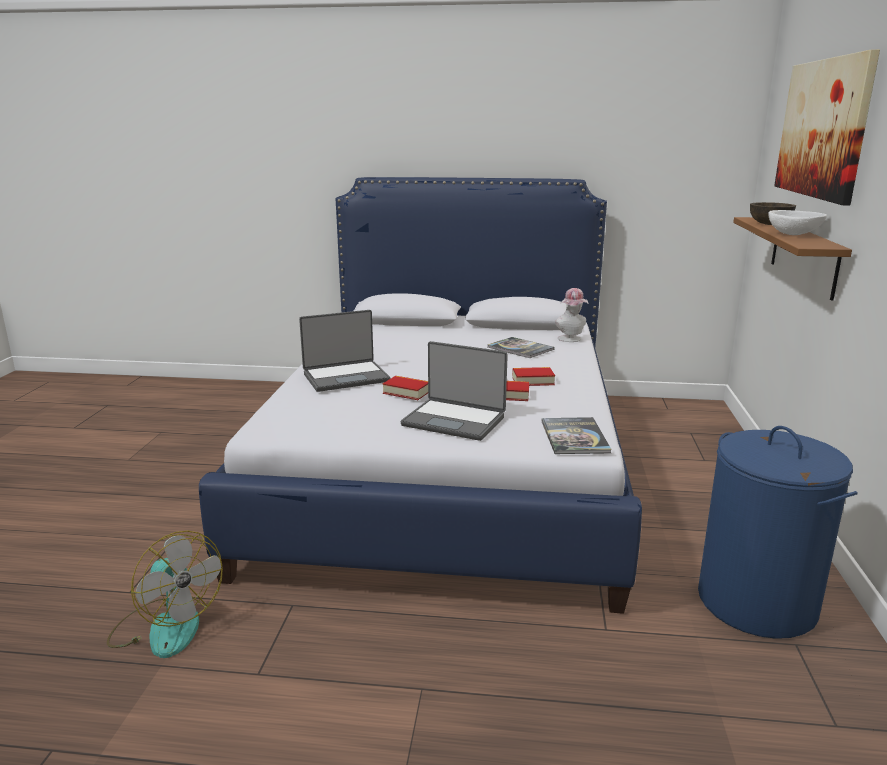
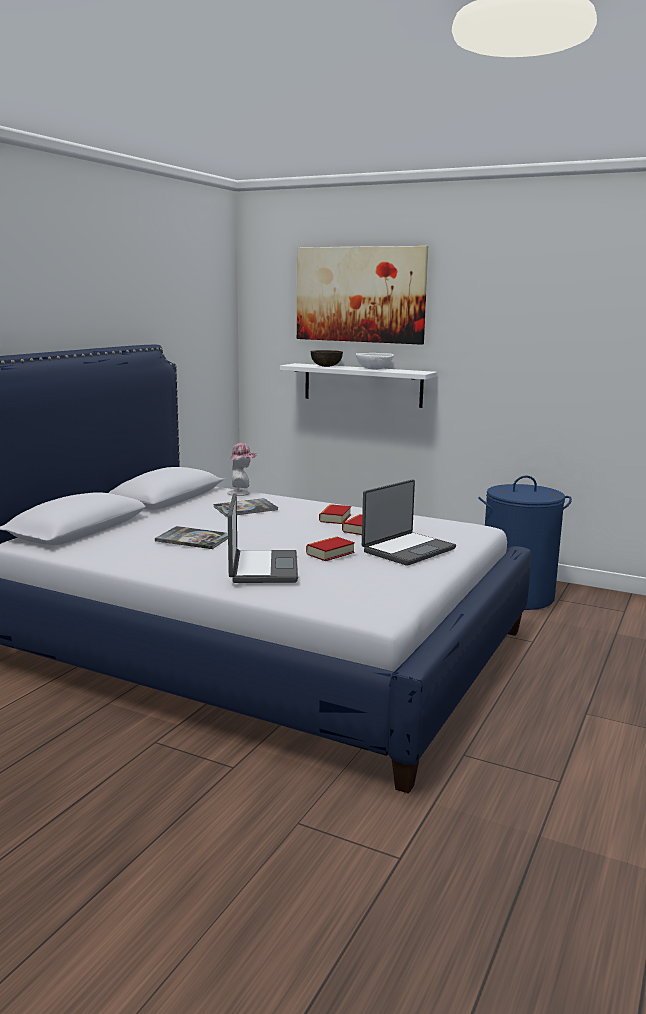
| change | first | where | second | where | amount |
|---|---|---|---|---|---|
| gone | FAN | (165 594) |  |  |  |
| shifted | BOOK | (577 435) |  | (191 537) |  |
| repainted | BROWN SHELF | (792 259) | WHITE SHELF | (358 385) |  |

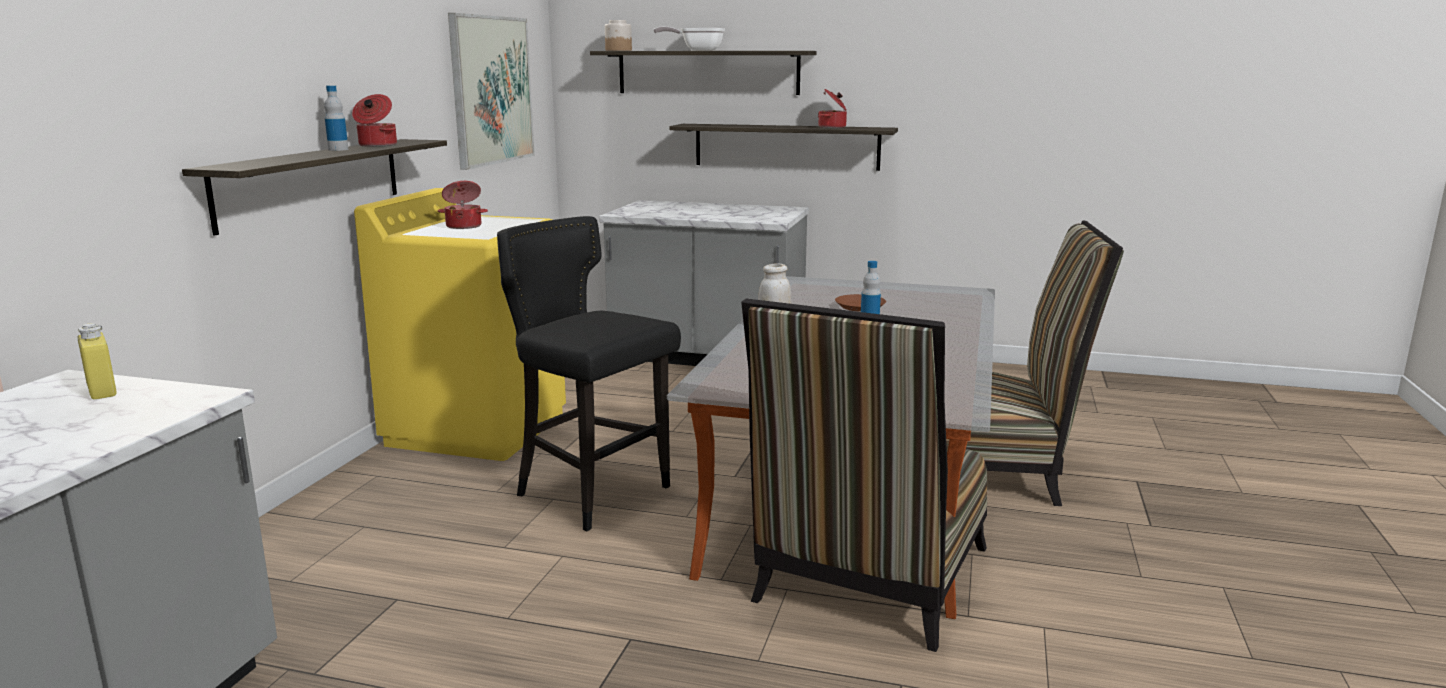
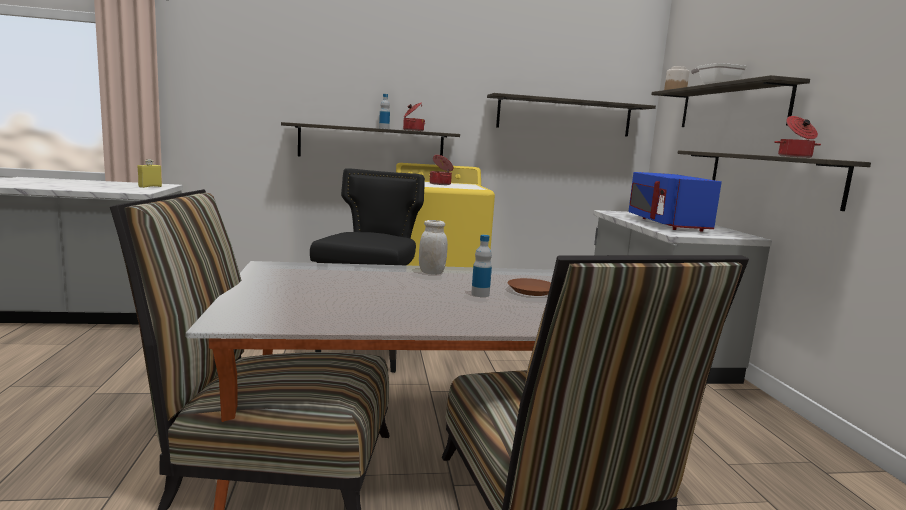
| change | first | where | second | where | amount |
|---|---|---|---|---|---|
| new |  |  | BLUE MICROWAVE | (675 202) |  |
| swapped | PICTURE | (491 91) | SHELF | (571 115) |  |

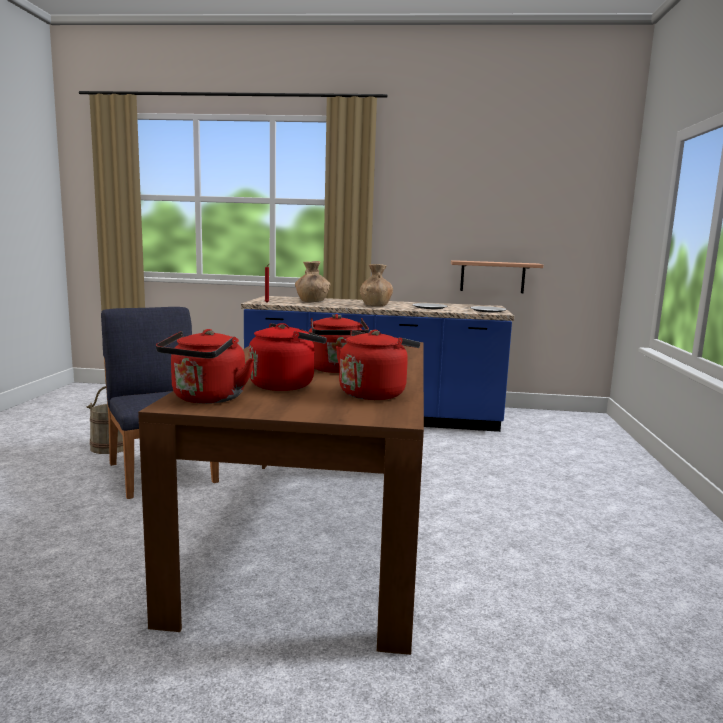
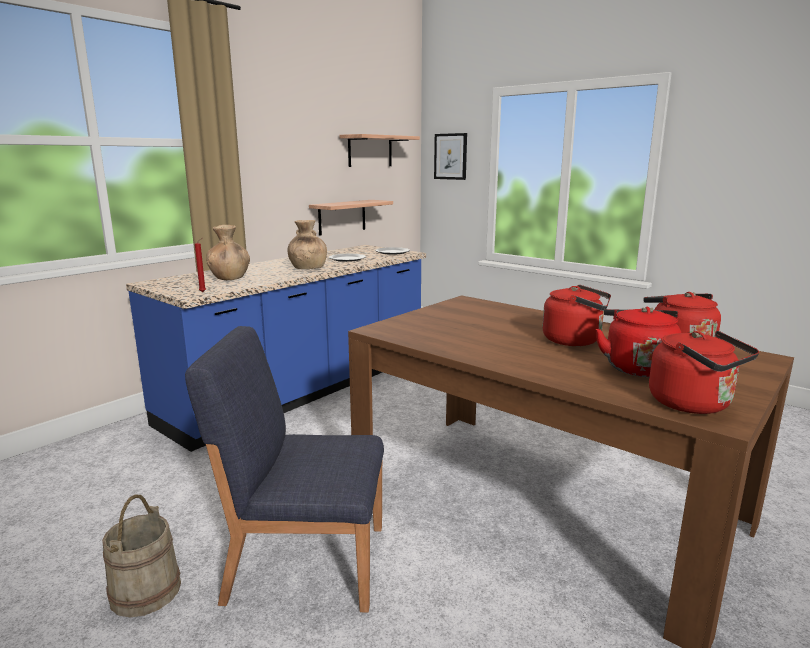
| change | first | where | second | where | amount |
|---|---|---|---|---|---|
| new |  |  | SHELF | (379 150) |  |
| new |  |  | PICTURE | (450 156) |  |

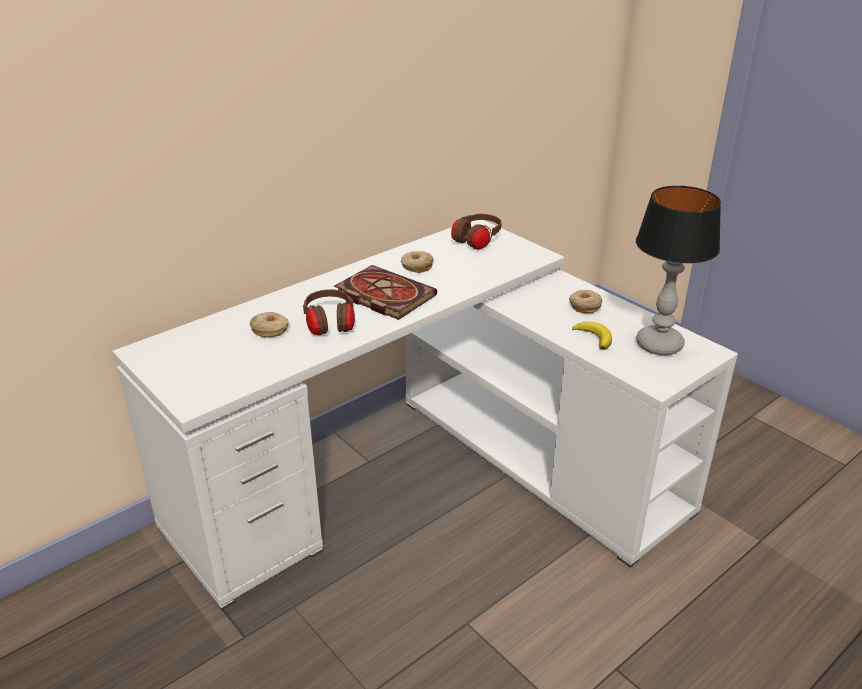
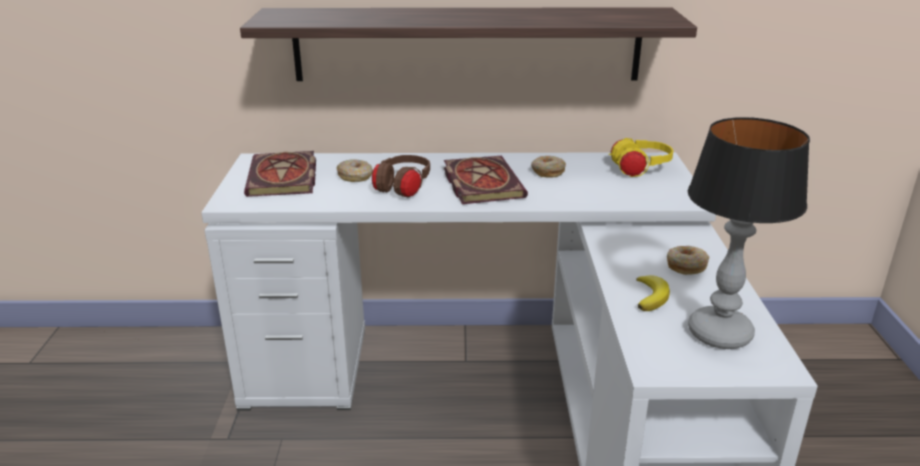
| change | first | where | second | where | amount |
|---|---|---|---|---|---|
| new |  |  | SHELF | (468 44) |  |
| new |  |  | BOOK | (280 174) |  |
| repainted | BROWN HEADPHONES | (476 232) | YELLOW HEADPHONES | (641 157) |  |

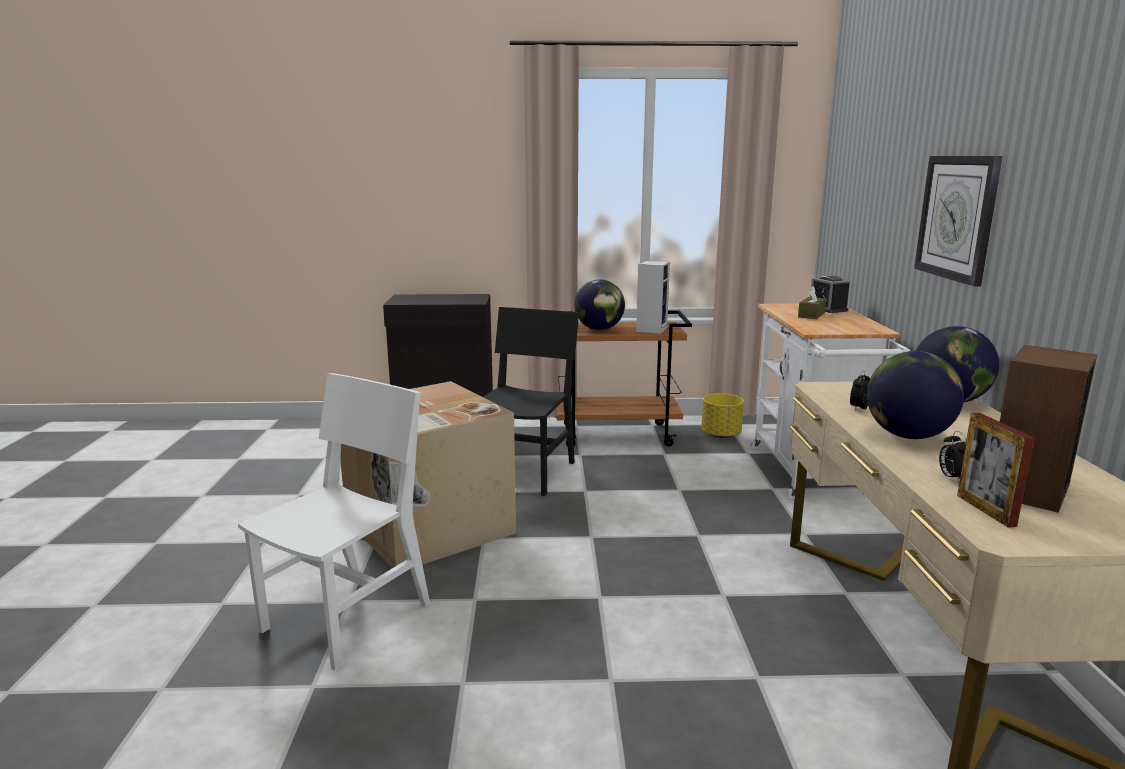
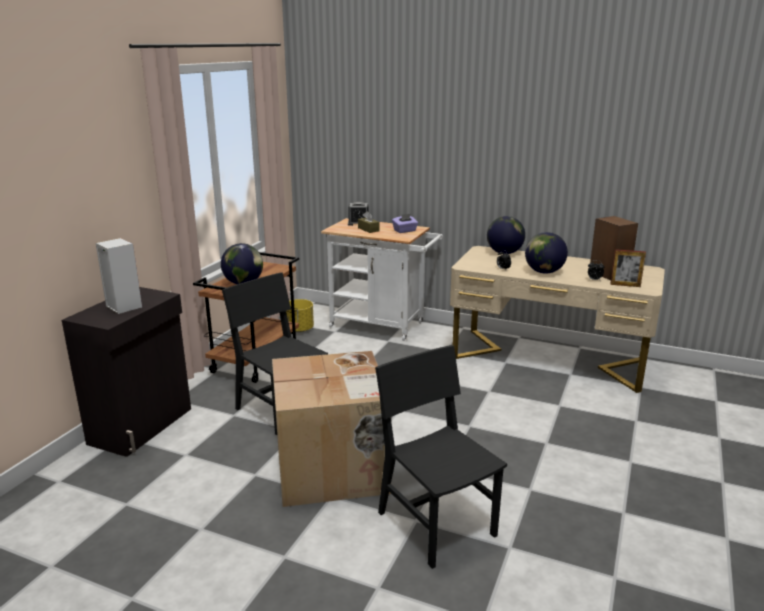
| change | first | where | second | where | amount |
|---|---|---|---|---|---|
| gone | WALL CLOCK | (958 221) |  |  |  |
| new |  |  | PURPLE TISSUE BOX | (405 223) |  |
| shifted | SPEAKER | (653 297) |  | (119 276) |  |
| repainted | WHITE CHAIR | (334 521) | BLACK CHAIR | (441 457) |  |

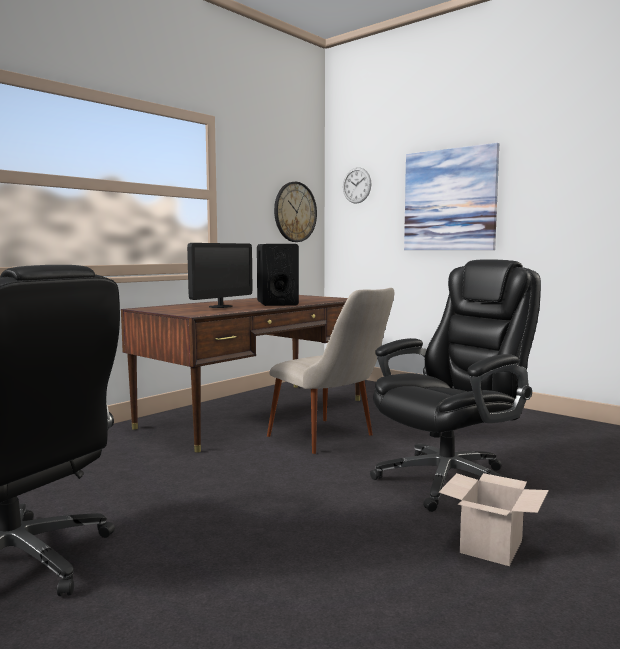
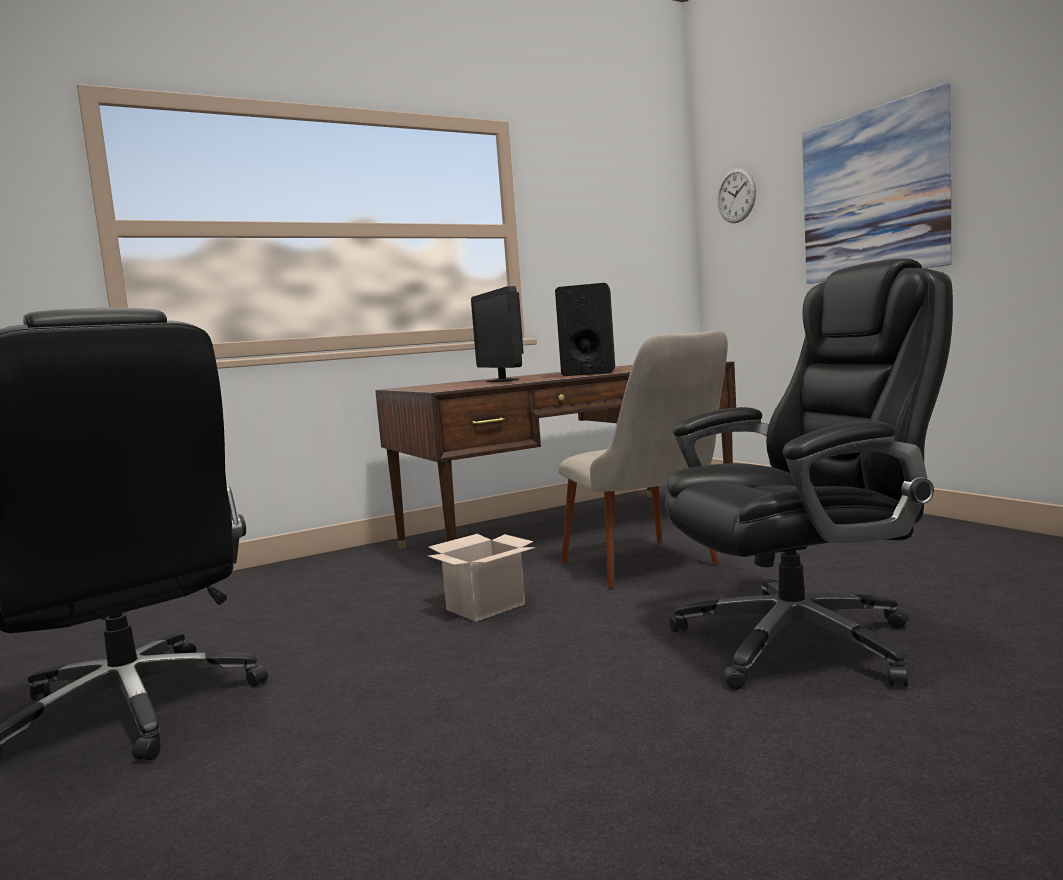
| change | first | where | second | where | amount |
|---|---|---|---|---|---|
| gone | WALL CLOCK | (295 212) |  |  |  |
| shifted | CARDBOARD BOX | (494 519) |  | (481 578) |  |
| rotated | MONITOR | (219 275) |  | (497 334) | 105 degrees clockwise |

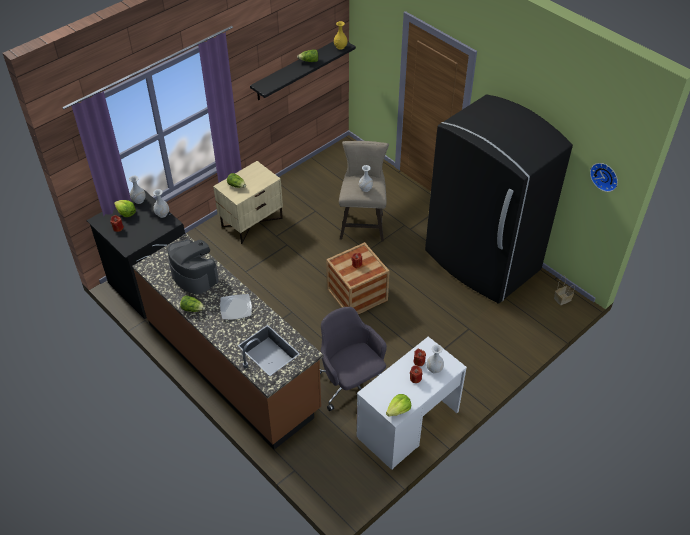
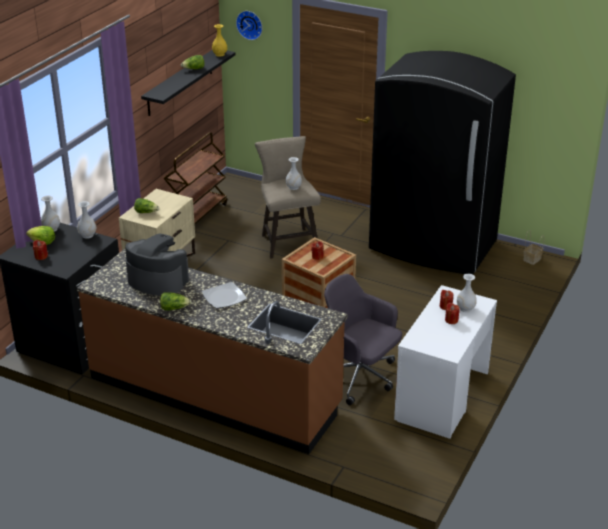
| change | first | where | second | where | amount |
|---|---|---|---|---|---|
| gone | LETTUCE | (398 405) |  |  |  |
| new |  |  | BROWN CART | (195 178) |  |
| shifted | WALL CLOCK | (604 177) |  | (249 25) |  |

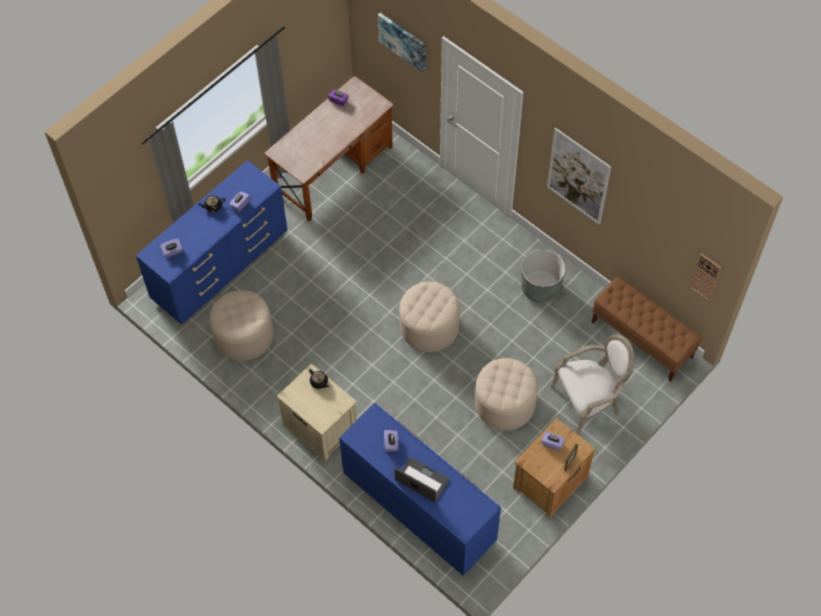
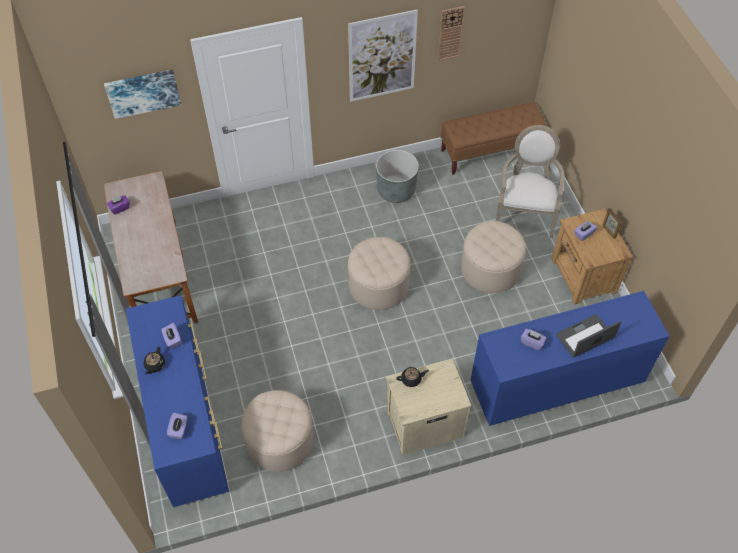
| change | first | where | second | where | amount |
|---|---|---|---|---|---|
| shifted | WALL CLOCK | (705 277) |  | (451 33) |  |

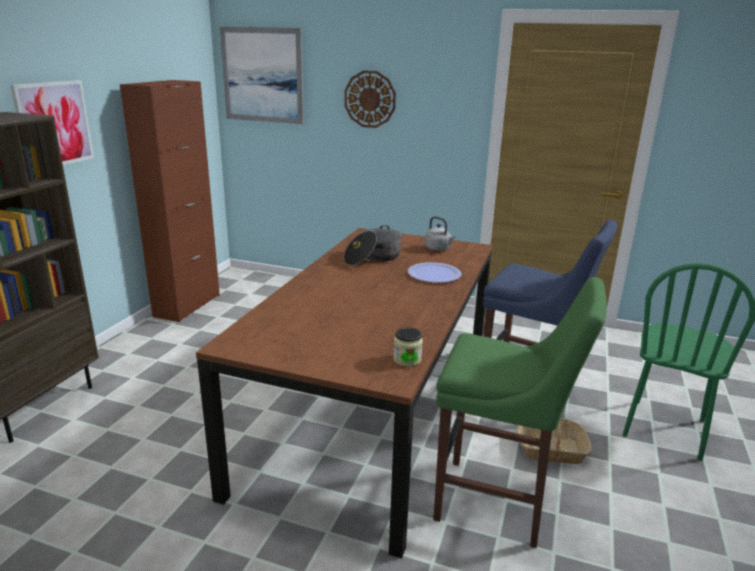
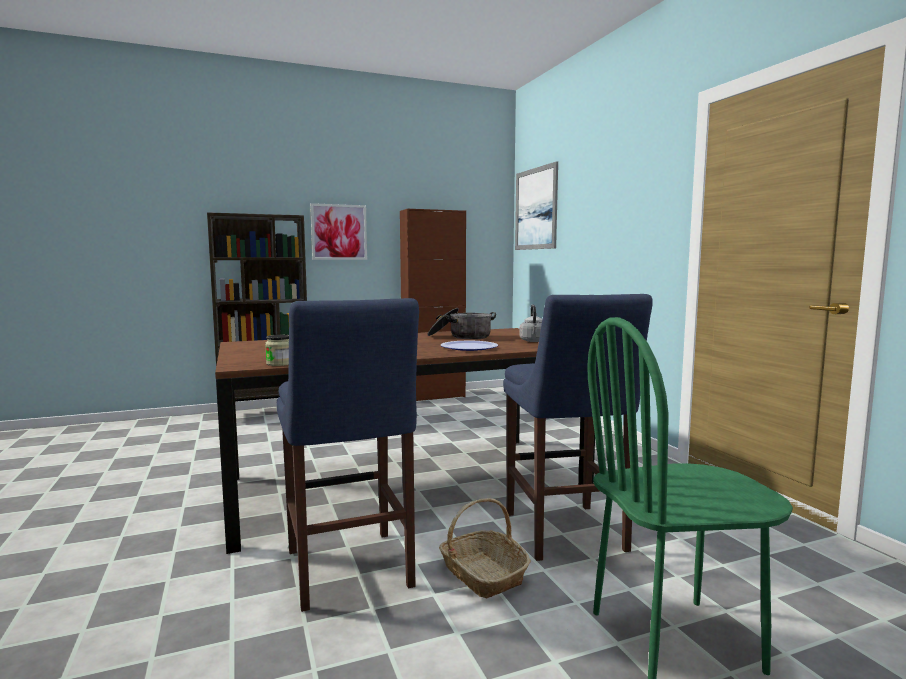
| change | first | where | second | where | amount |
|---|---|---|---|---|---|
| gone | WALL CLOCK | (370 99) |  |  |  |
| repainted | GREEN STOOL | (520 412) | BLUE STOOL | (348 455) |  |

